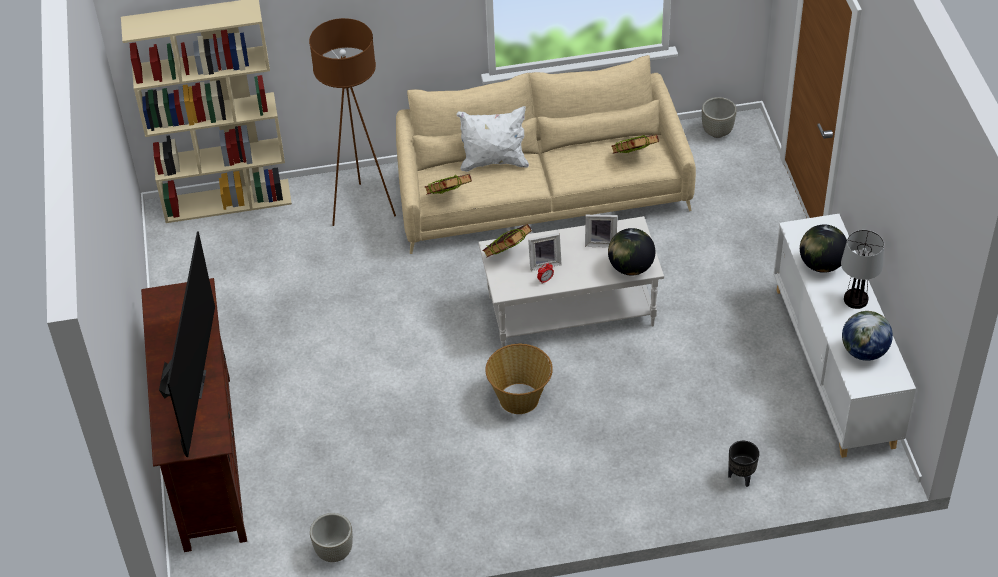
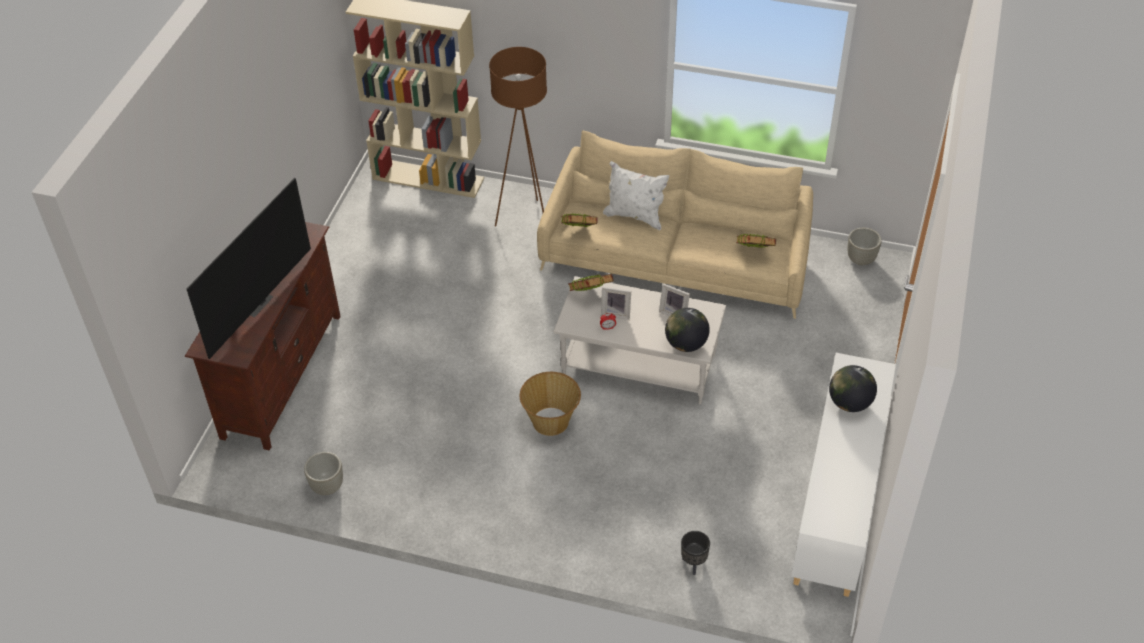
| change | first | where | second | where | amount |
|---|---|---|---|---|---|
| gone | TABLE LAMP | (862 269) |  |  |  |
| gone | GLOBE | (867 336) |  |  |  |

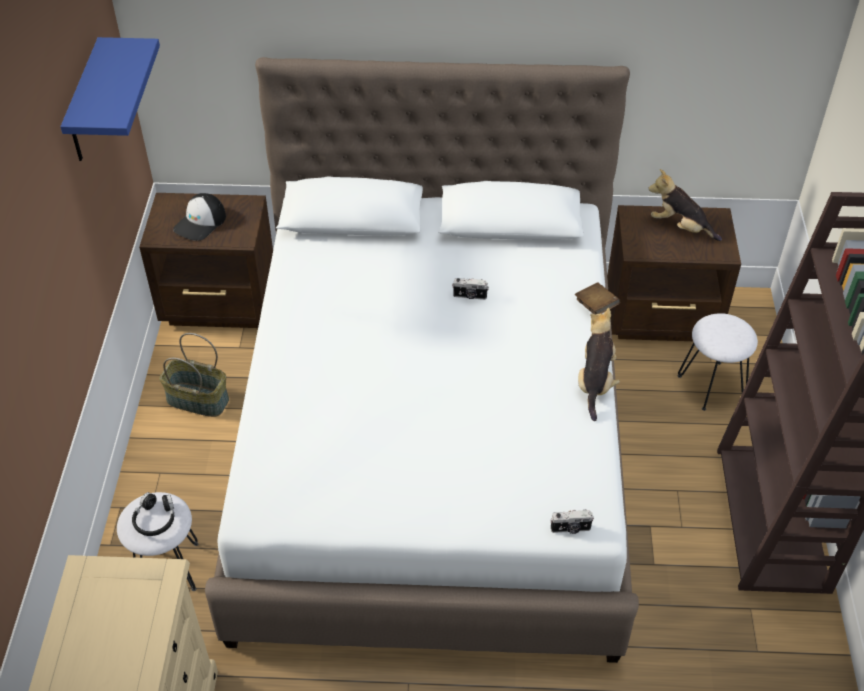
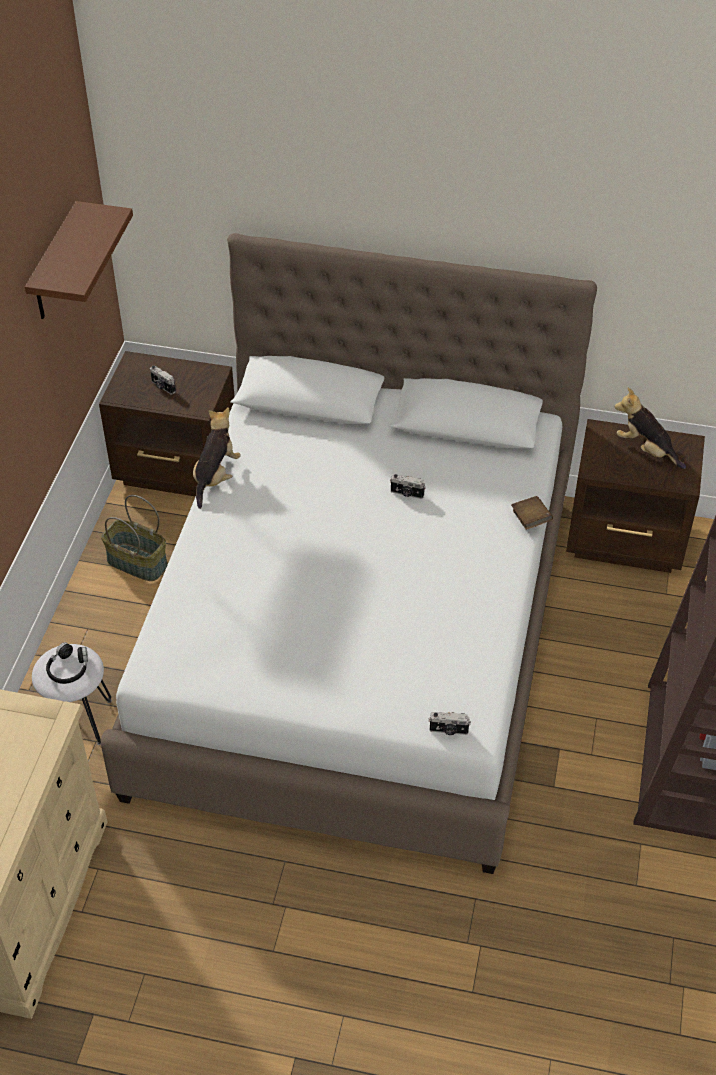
| change | first | where | second | where | amount |
|---|---|---|---|---|---|
| gone | WHITE STOOL | (718 362) |  |  |  |
| shifted | PLUSH TOY | (599 364) |  | (217 458) |  |
| swapped | CAP | (199 217) | PHOTO CAMERA | (163 379) |  |
| repainted | BLUE SHELF | (110 99) | BROWN SHELF | (79 260) |  |

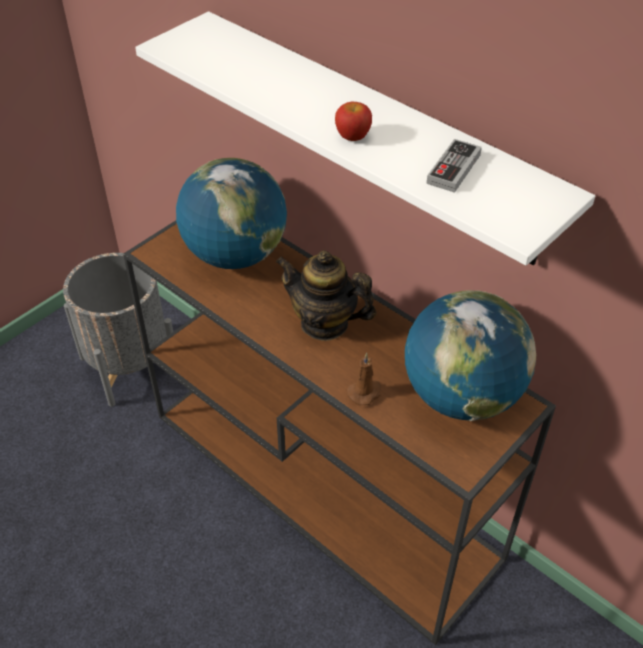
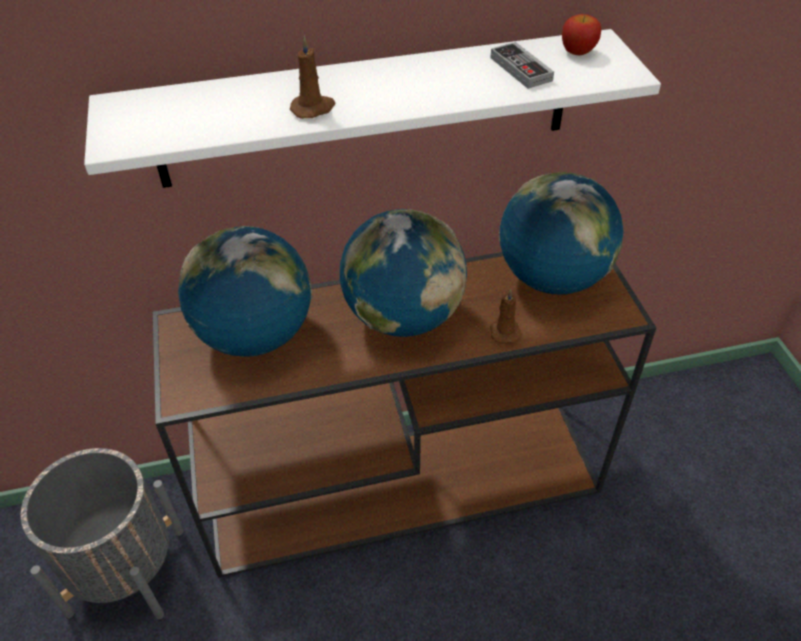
| change | first | where | second | where | amount |
|---|---|---|---|---|---|
| new |  |  | BROWN CANDLE | (313 77) |  |
| shifted | APPLE | (353 121) |  | (581 34) |  |
| swapped | TEAPOT | (326 296) | GLOBE | (403 273) |  |

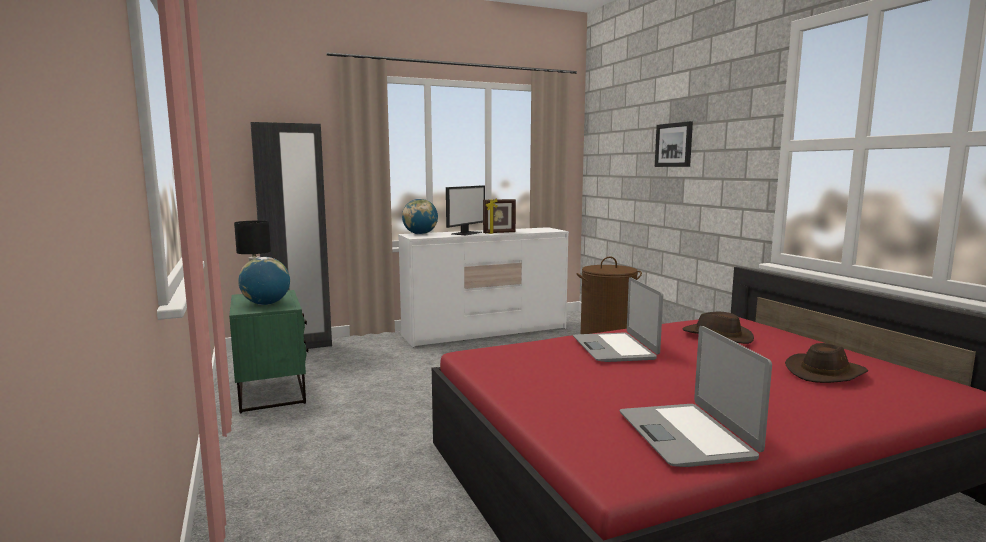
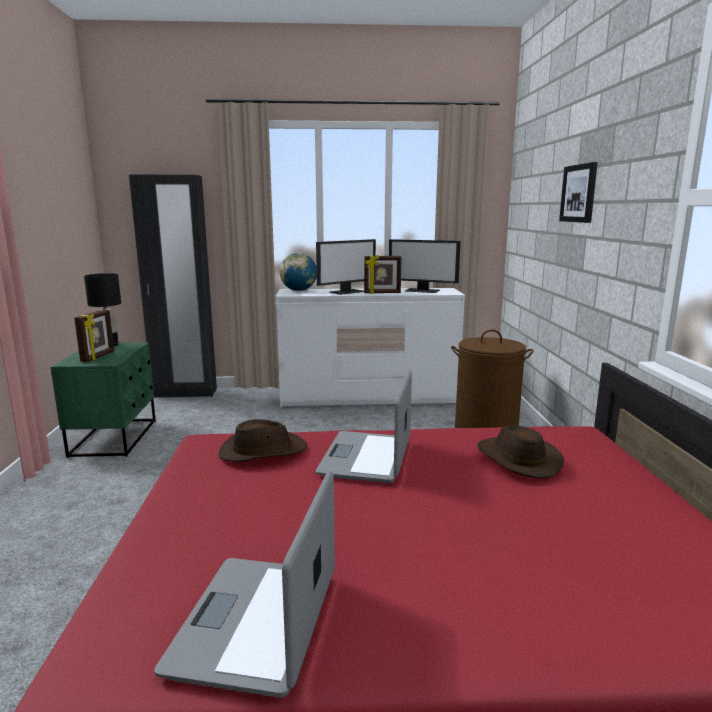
| change | first | where | second | where | amount |
|---|---|---|---|---|---|
| new |  |  | MONITOR | (425 266) |  |
| shifted | BROWN HAT | (826 363) |  | (263 440) |  |
| swapped | GLOBE | (264 281) | PICTURE FRAME | (94 336) |  |

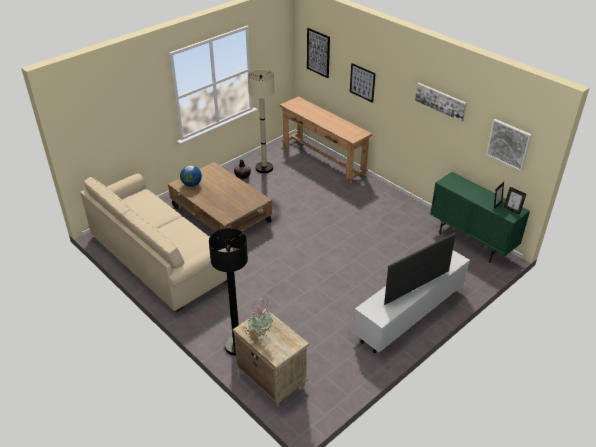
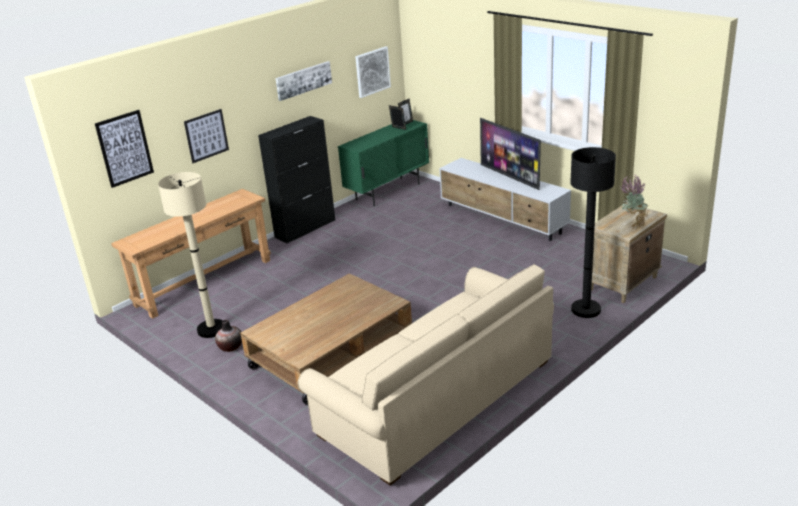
| change | first | where | second | where | amount |
|---|---|---|---|---|---|
| gone | GLOBE | (191 176) |  |  |  |
| new |  |  | BLACK CABINET | (296 179) |  |

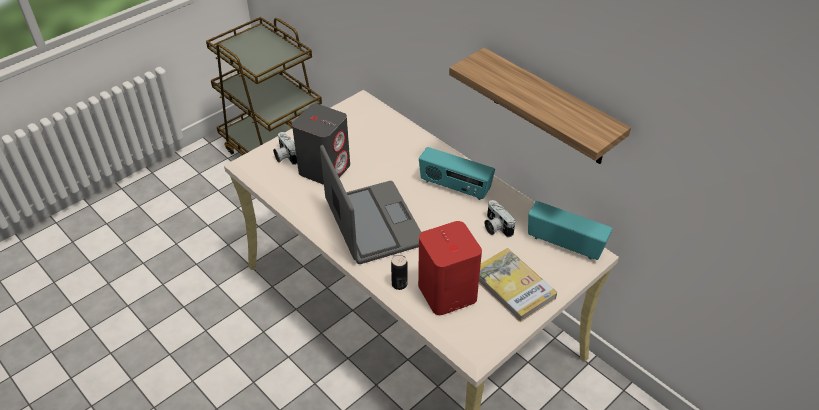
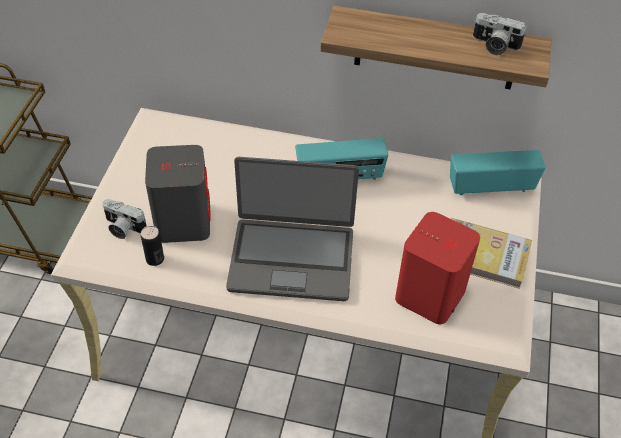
| change | first | where | second | where | amount |
|---|---|---|---|---|---|
| shifted | CAN | (399 272) |  | (152 246) |  |
| shifted | PHOTO CAMERA | (499 218) |  | (499 34) |  |
| rotated | LAPTOP | (370 204) |  | (292 229) | 150 degrees clockwise |

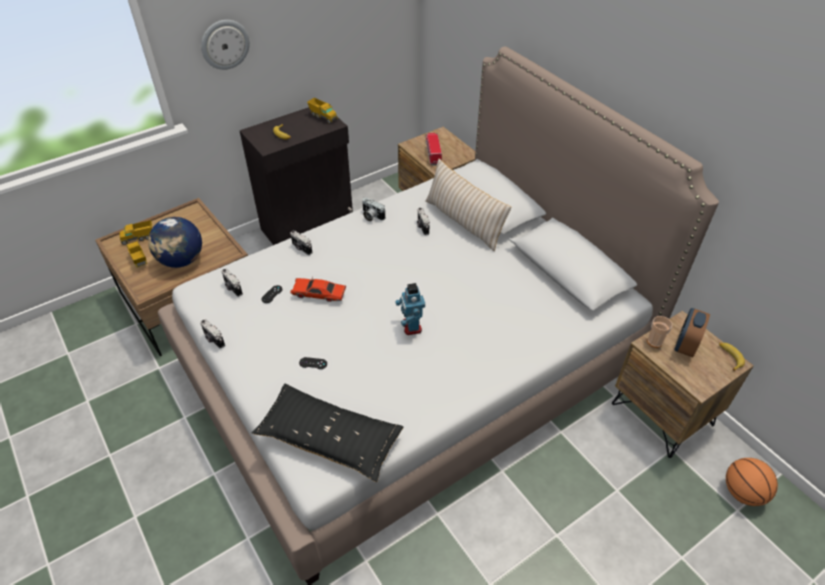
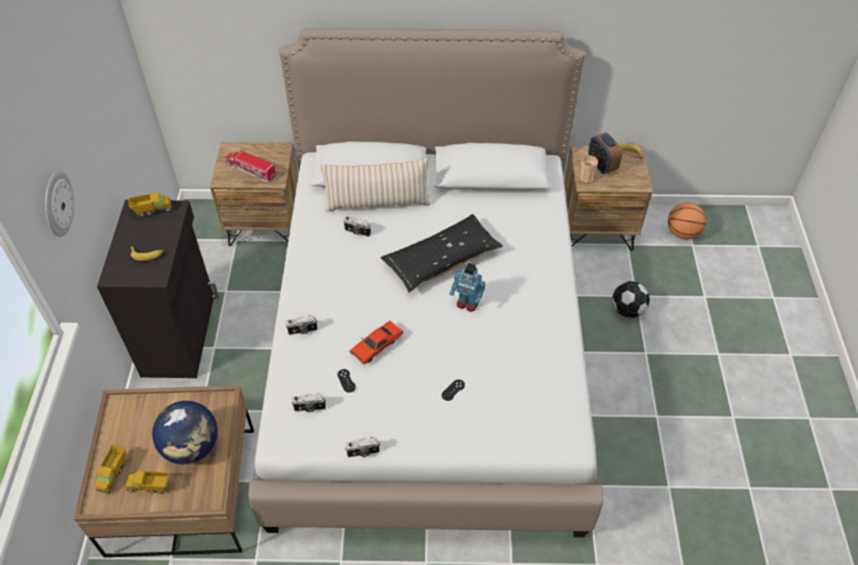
| change | first | where | second | where | amount |
|---|---|---|---|---|---|
| gone | PHOTO CAMERA | (373 209) |  |  |  |
| new |  |  | FOOTBALL | (631 299) |  |
| shifted | BLACK PILLOW | (327 433) |  | (442 253) |  |

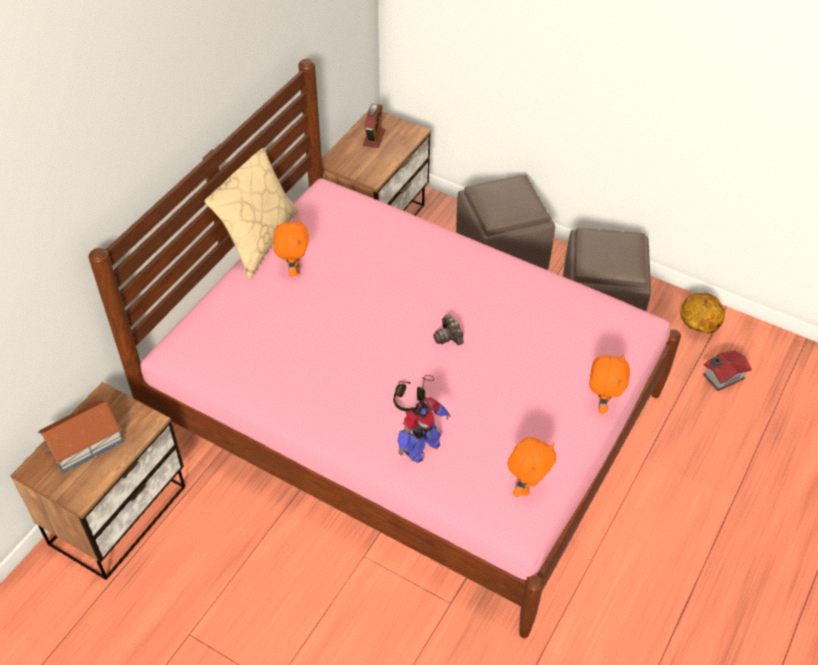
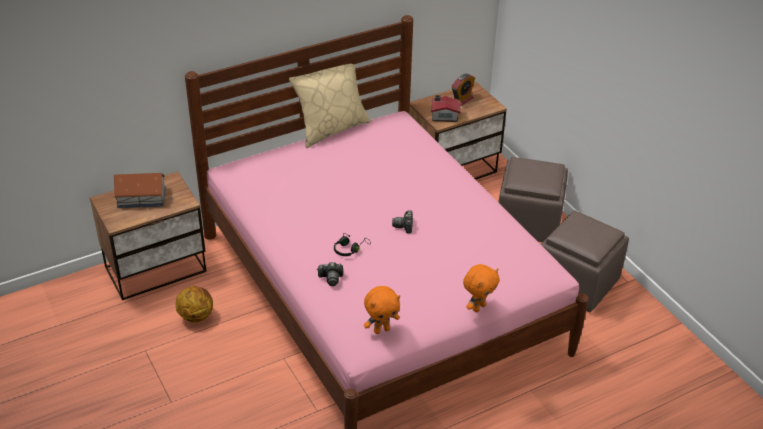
| change | first | where | second | where | amount |
|---|---|---|---|---|---|
| gone | ORANGE PLUSH TOY | (291 247) |  |  |  |
| shifted | BASKETBALL | (702 313) |  | (194 304) |  |
| shifted | TOY HOUSE | (727 370) |  | (446 108) |  |
| swapped | TOY ROBOT | (424 430) | PHOTO CAMERA | (330 274) |  |

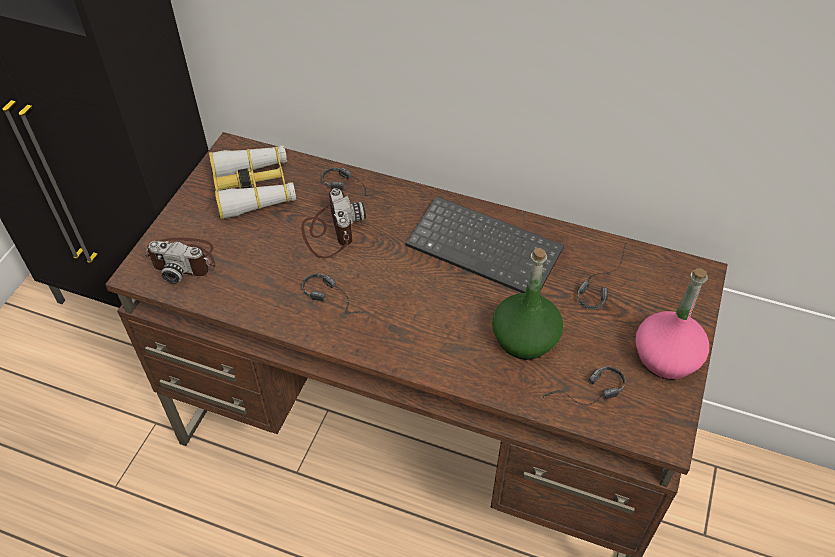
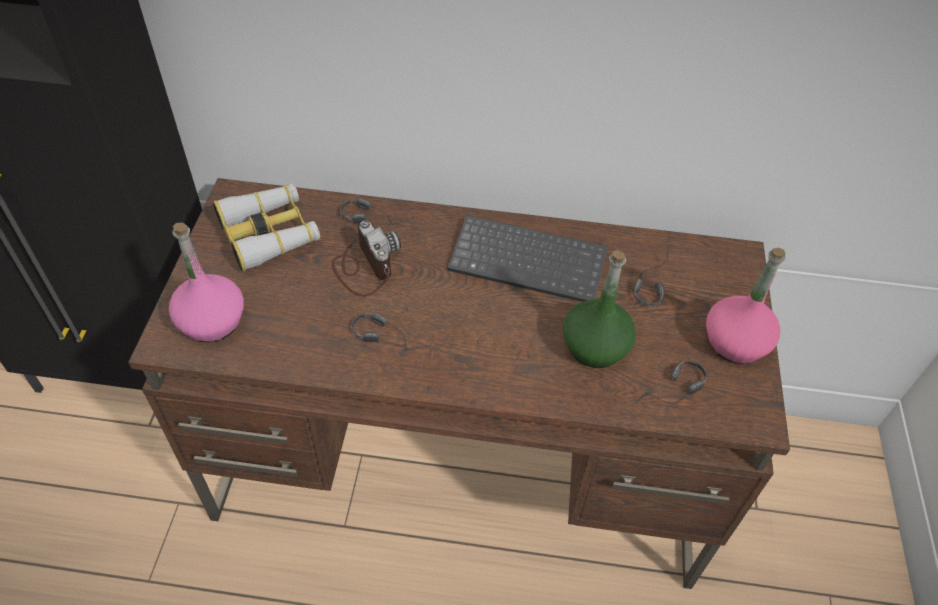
| change | first | where | second | where | amount |
|---|---|---|---|---|---|
| swapped | PHOTO CAMERA | (180 261) | PINK BOTTLE | (206 283) |  |

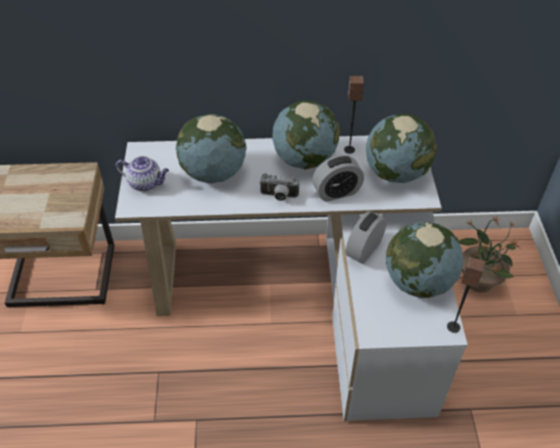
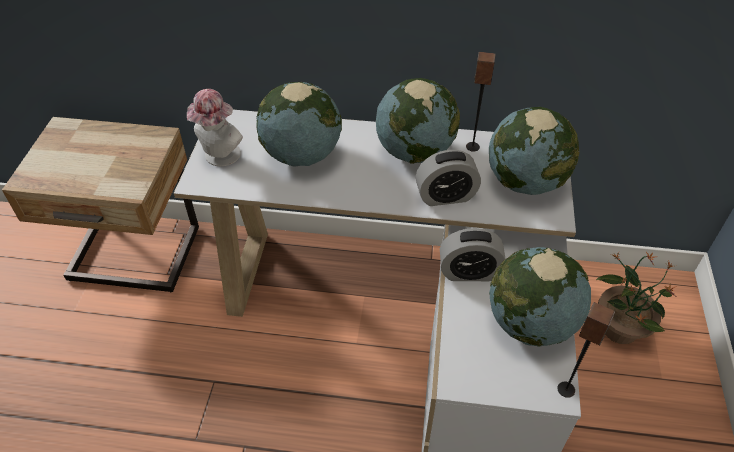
| change | first | where | second | where | amount |
|---|---|---|---|---|---|
| gone | PHOTO CAMERA | (279 187) |  |  |  |
| swapped | TEAPOT | (142 174) | HAT | (215 127) |  |
| rotated | ALARM CLOCK | (366 237) |  | (473 254) | 135 degrees counterclockwise |

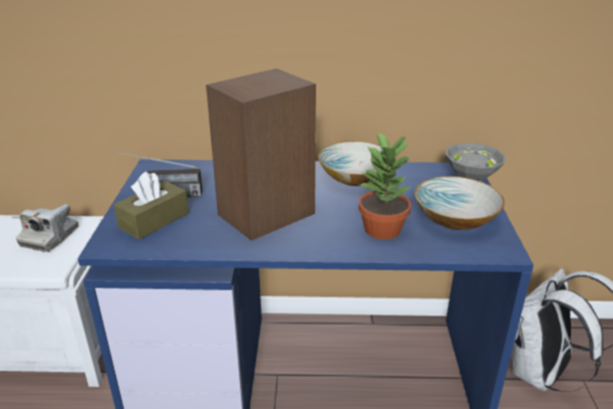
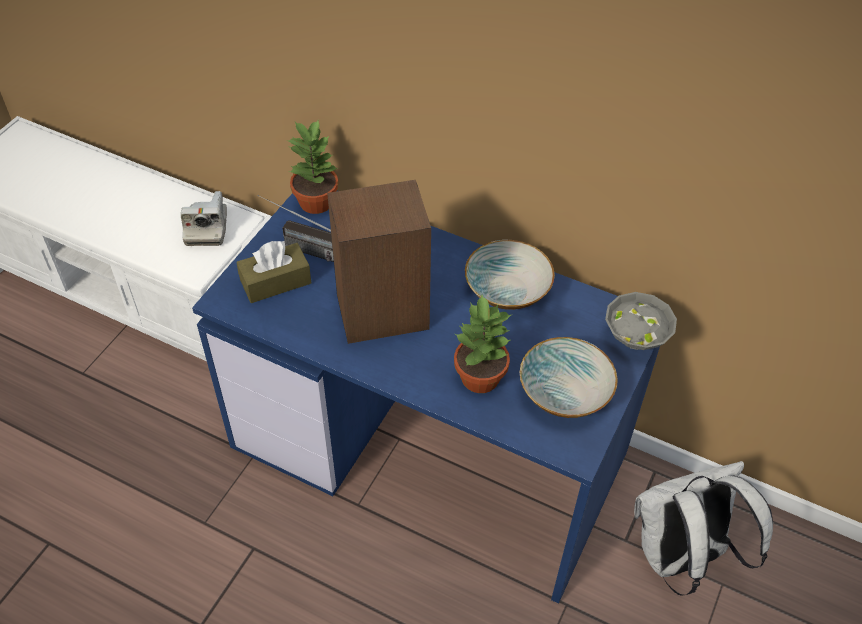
| change | first | where | second | where | amount |
|---|---|---|---|---|---|
| new |  |  | POTTED PLANT | (312 166) |  |
| rotated | PHOTO CAMERA | (47 228) |  | (204 218) | 45 degrees counterclockwise |

